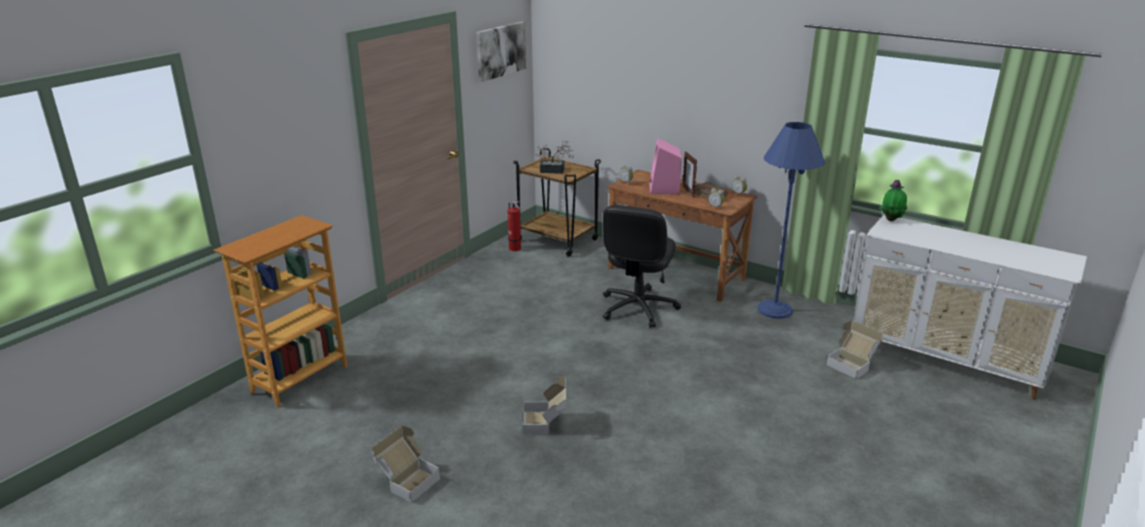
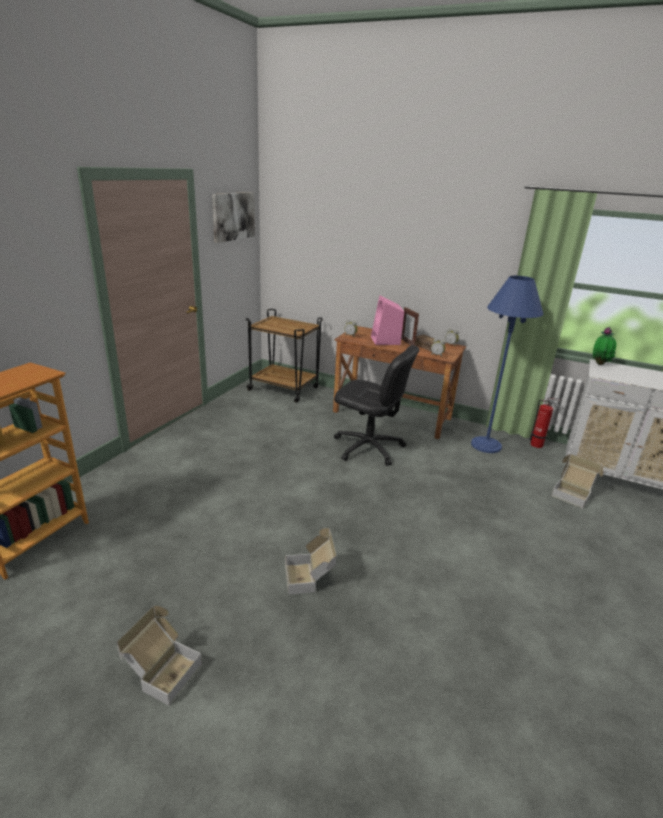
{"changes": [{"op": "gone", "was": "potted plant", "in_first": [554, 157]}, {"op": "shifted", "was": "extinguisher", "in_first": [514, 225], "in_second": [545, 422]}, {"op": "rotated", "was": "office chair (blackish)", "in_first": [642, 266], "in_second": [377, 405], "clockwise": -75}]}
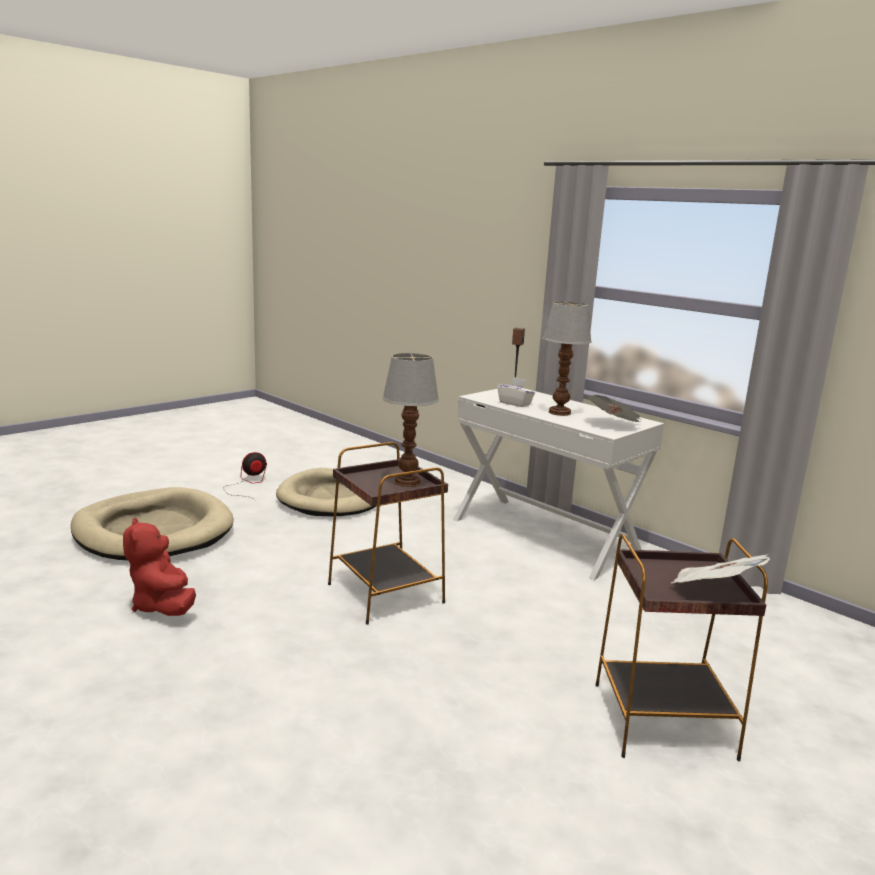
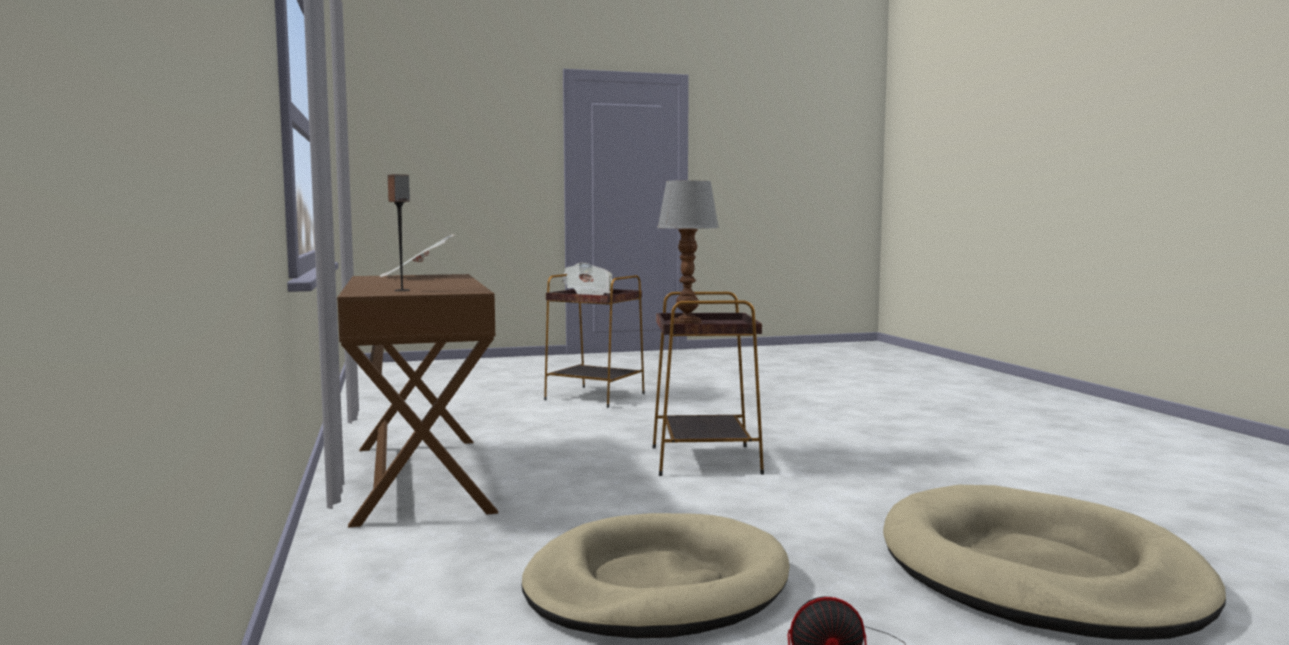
{"changes": [{"op": "gone", "was": "cuddly toy (red)", "in_first": [159, 567]}, {"op": "gone", "was": "tissue holder (white)", "in_first": [516, 392]}, {"op": "gone", "was": "table lamp", "in_first": [567, 358]}, {"op": "repainted", "was": "hall table (white)", "now": "hall table (brown-coloured)", "in_first": [558, 484], "in_second": [417, 401]}]}
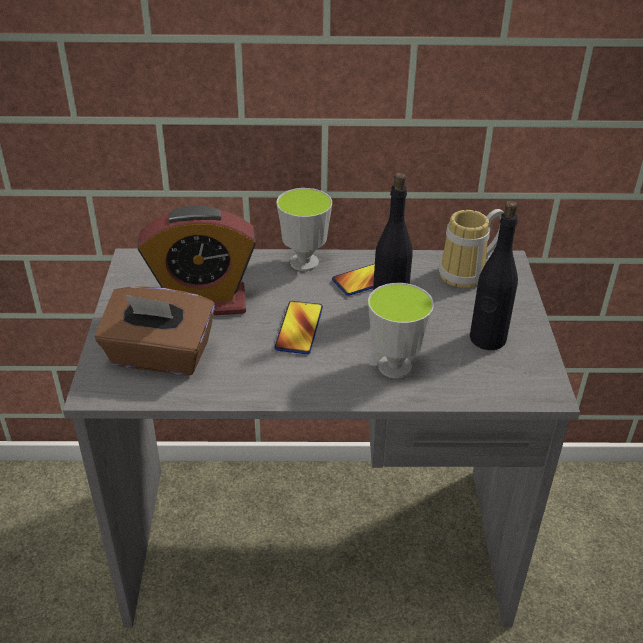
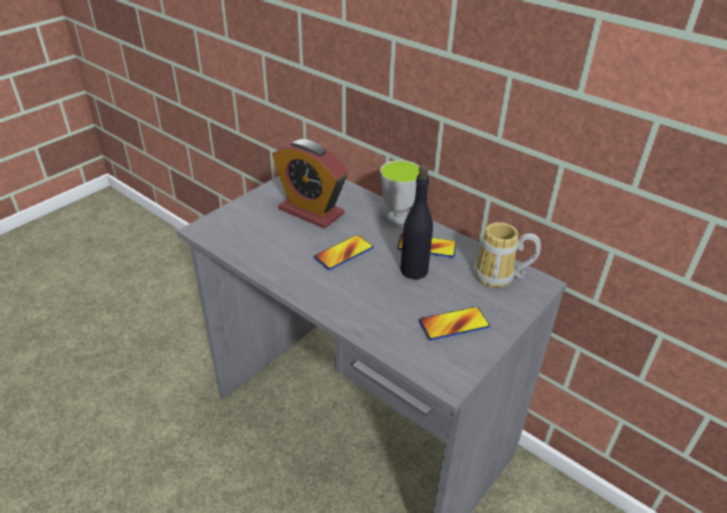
{"changes": [{"op": "gone", "was": "tissue holder (brown-coloured)", "in_first": [155, 330]}, {"op": "gone", "was": "small cup", "in_first": [401, 330]}, {"op": "swapped", "was": "drink bottle (blackish)", "now": "phone", "in_first": [494, 275], "in_second": [454, 323]}]}
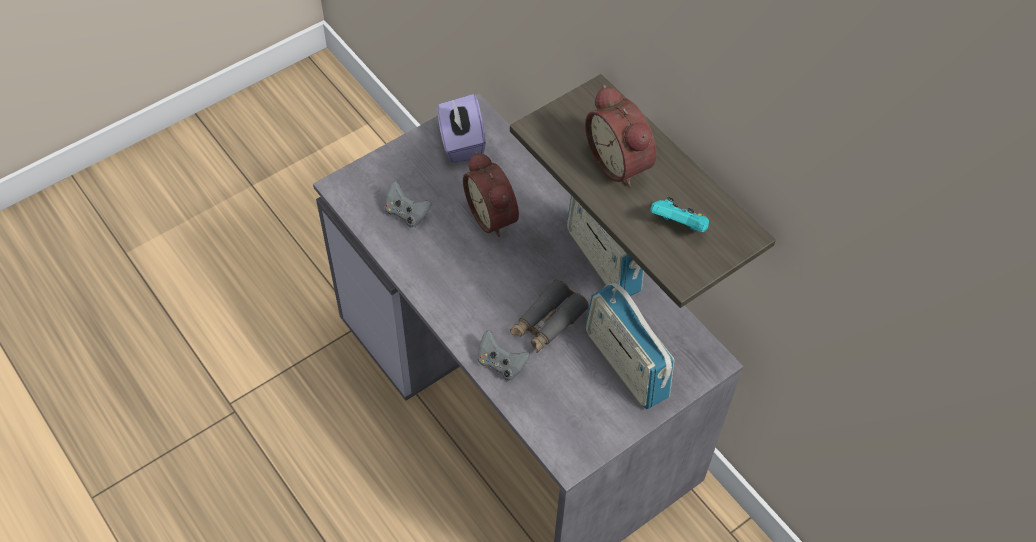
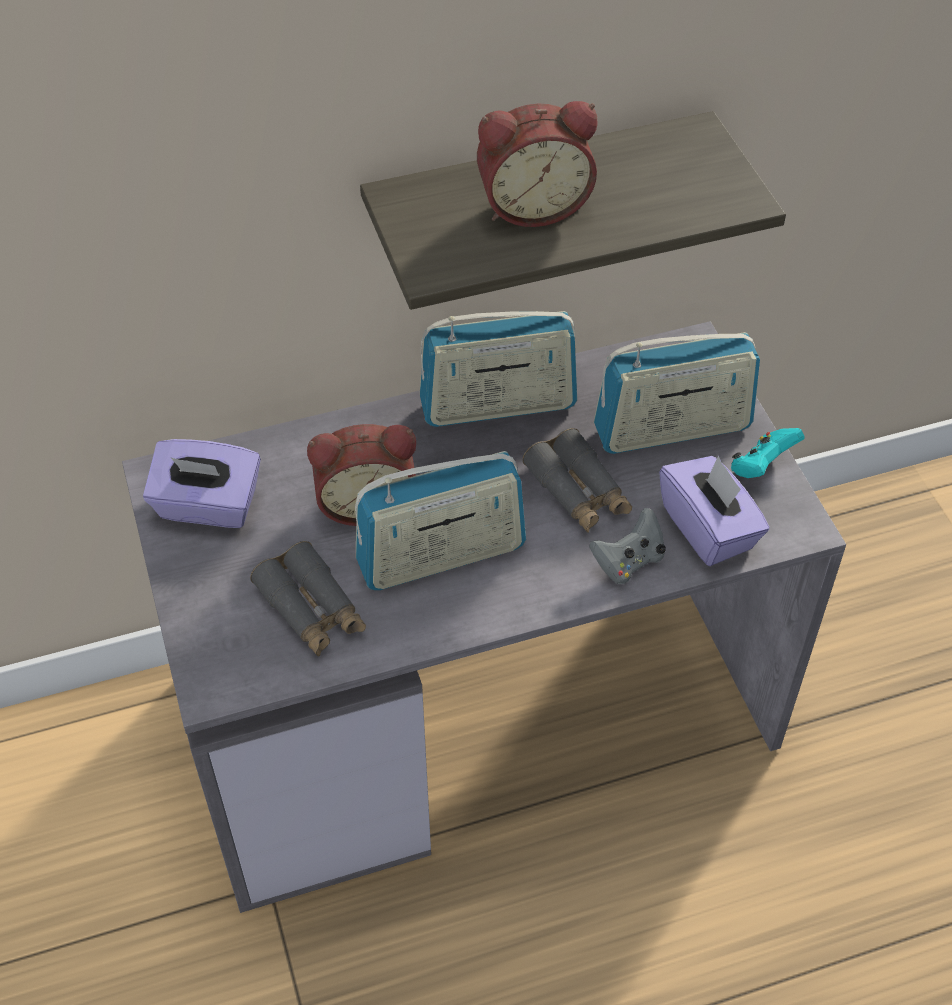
{"changes": [{"op": "new", "now": "radio set", "in_second": [440, 520]}, {"op": "new", "now": "tissue holder (purple-coloured)", "in_second": [714, 511]}, {"op": "shifted", "was": "game controller (turquoise)", "in_first": [679, 215], "in_second": [768, 453]}, {"op": "swapped", "was": "game controller (grey)", "now": "field glasses (grey)", "in_first": [408, 204], "in_second": [308, 598]}]}
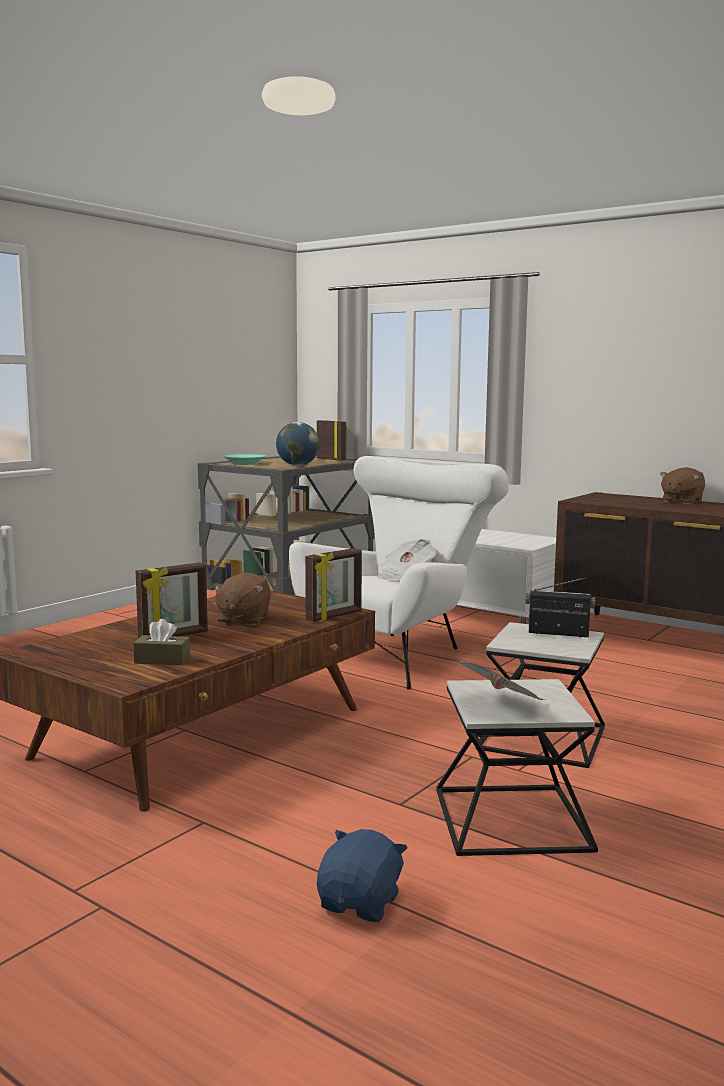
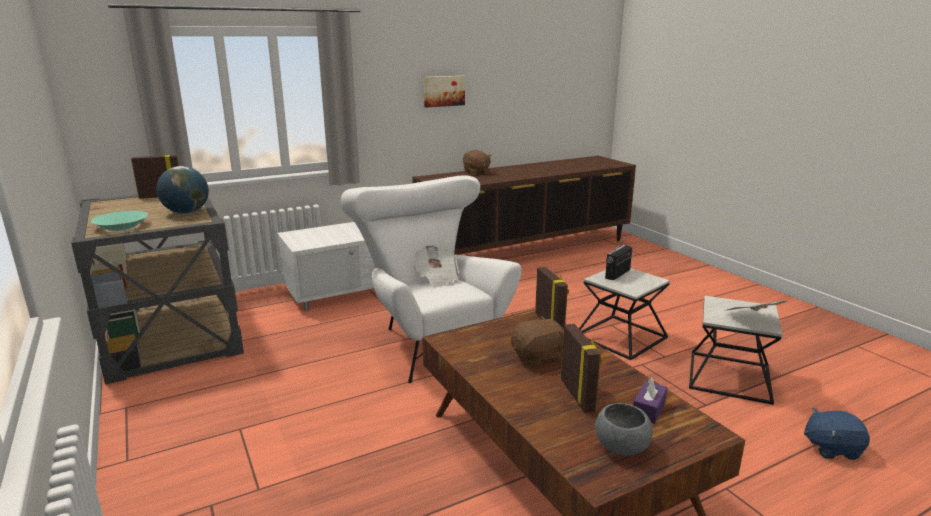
{"changes": [{"op": "new", "now": "wall art", "in_second": [444, 91]}, {"op": "new", "now": "deep dish (grey)", "in_second": [624, 429]}, {"op": "repainted", "was": "tissue holder (brown-coloured)", "now": "tissue holder (purple-coloured)", "in_first": [161, 642], "in_second": [650, 400]}, {"op": "rotated", "was": "cuddly toy (brown-coloured)", "in_first": [241, 599], "in_second": [537, 342], "clockwise": -60}, {"op": "rotated", "was": "cuddly toy (bluish)", "in_first": [362, 875], "in_second": [837, 434], "clockwise": -45}]}
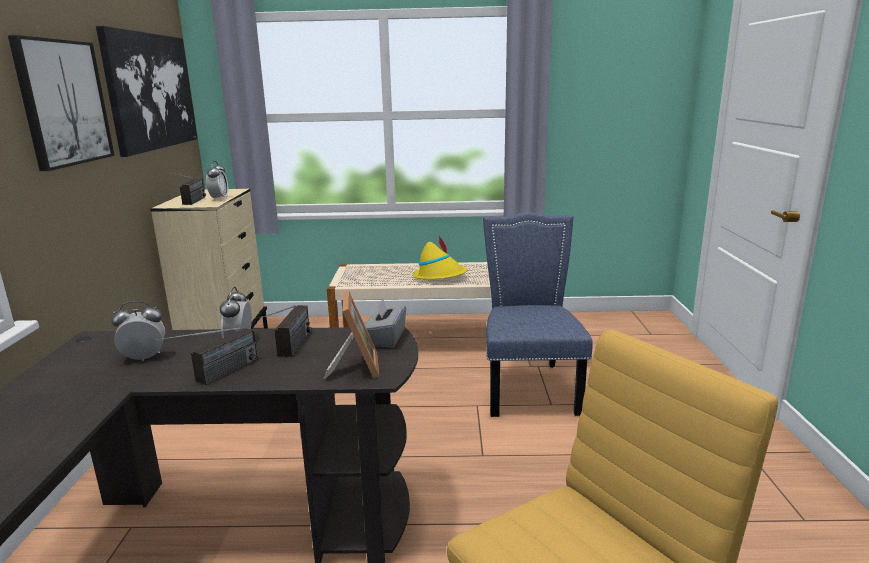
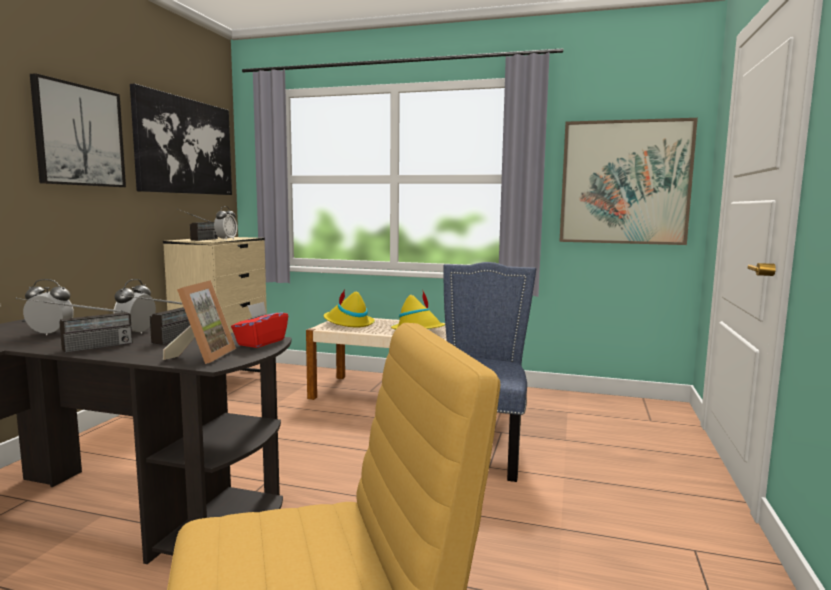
{"changes": [{"op": "new", "now": "wearable hat (yellowish)", "in_second": [349, 308]}, {"op": "new", "now": "wall art", "in_second": [628, 181]}, {"op": "repainted", "was": "tissue holder (grey)", "now": "tissue holder (red)", "in_first": [385, 323], "in_second": [259, 325]}]}
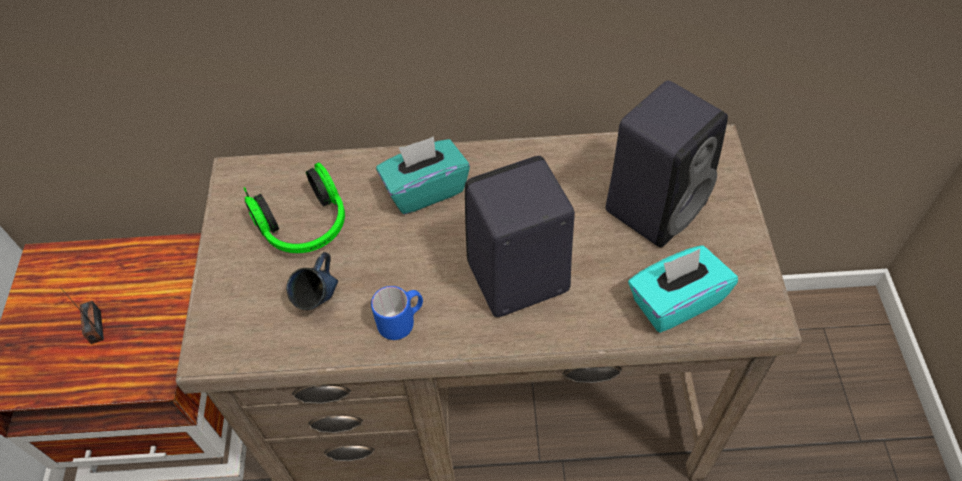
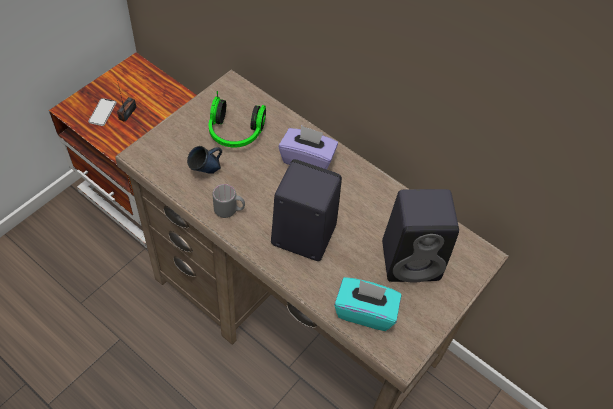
{"changes": [{"op": "new", "now": "phone", "in_second": [102, 112]}, {"op": "repainted", "was": "tea mug (bluish)", "now": "tea mug (grey)", "in_first": [397, 313], "in_second": [228, 201]}, {"op": "repainted", "was": "tissue holder (turquoise)", "now": "tissue holder (purple-coloured)", "in_first": [423, 175], "in_second": [308, 147]}]}
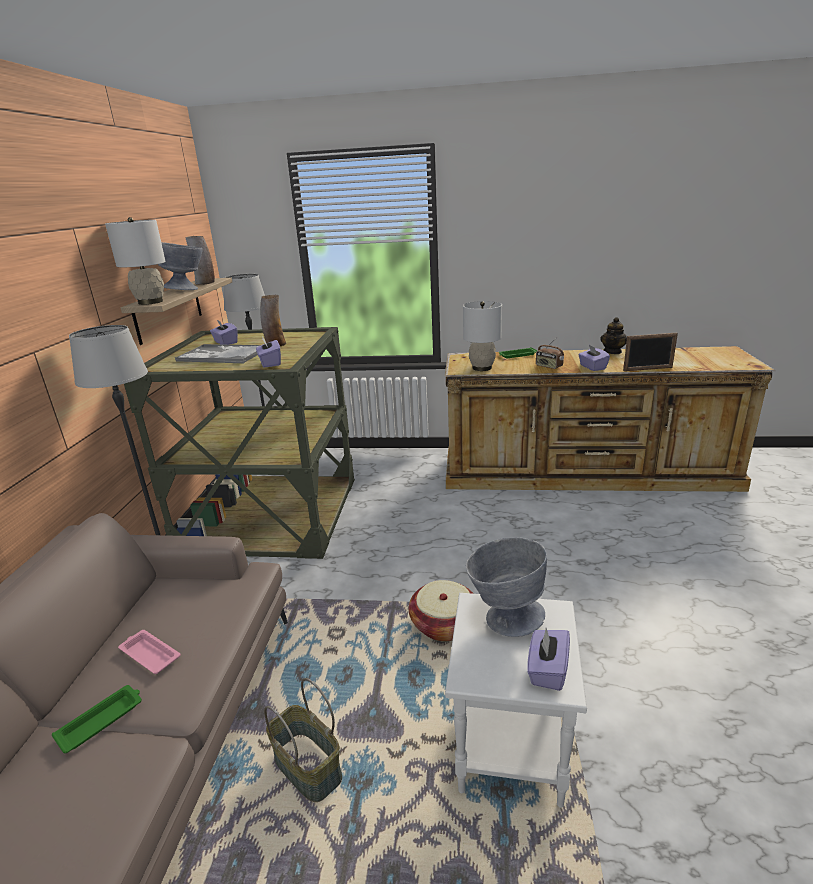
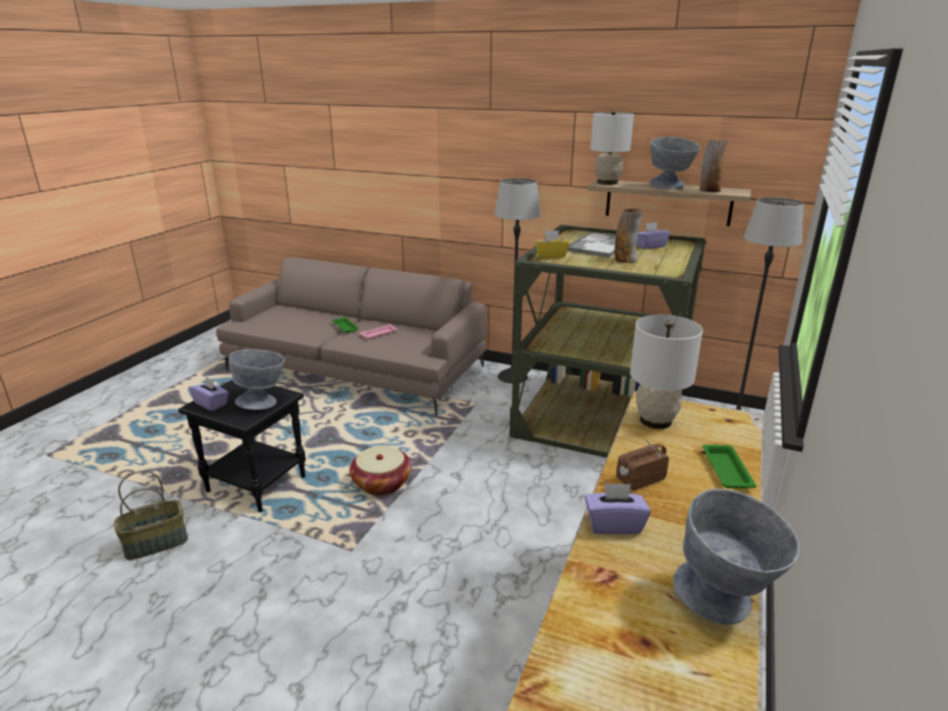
{"changes": [{"op": "gone", "was": "picture frame", "in_first": [650, 352]}, {"op": "shifted", "was": "basket", "in_first": [303, 740], "in_second": [151, 515]}, {"op": "swapped", "was": "tea pot", "now": "deep dish (grey)", "in_first": [613, 335], "in_second": [736, 557]}, {"op": "repainted", "was": "tissue holder (purple-coloured)", "now": "tissue holder (yellowish)", "in_first": [268, 352], "in_second": [552, 244]}, {"op": "repainted", "was": "side table (white)", "now": "side table (blackish)", "in_first": [516, 700], "in_second": [242, 446]}]}
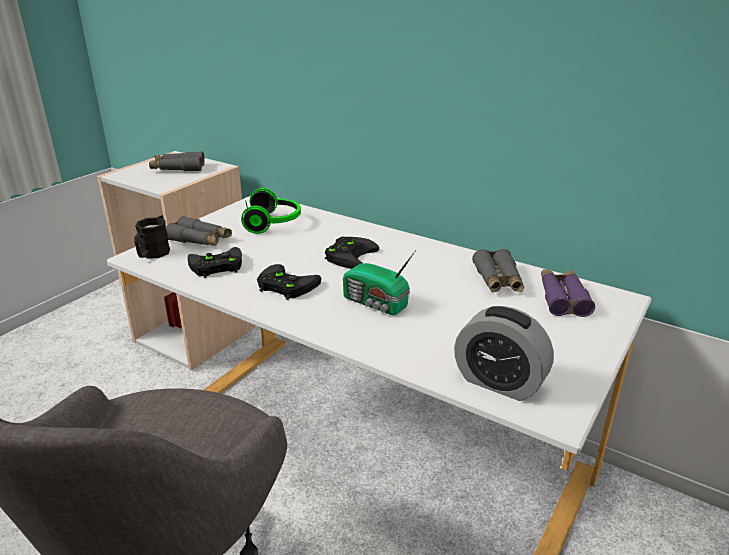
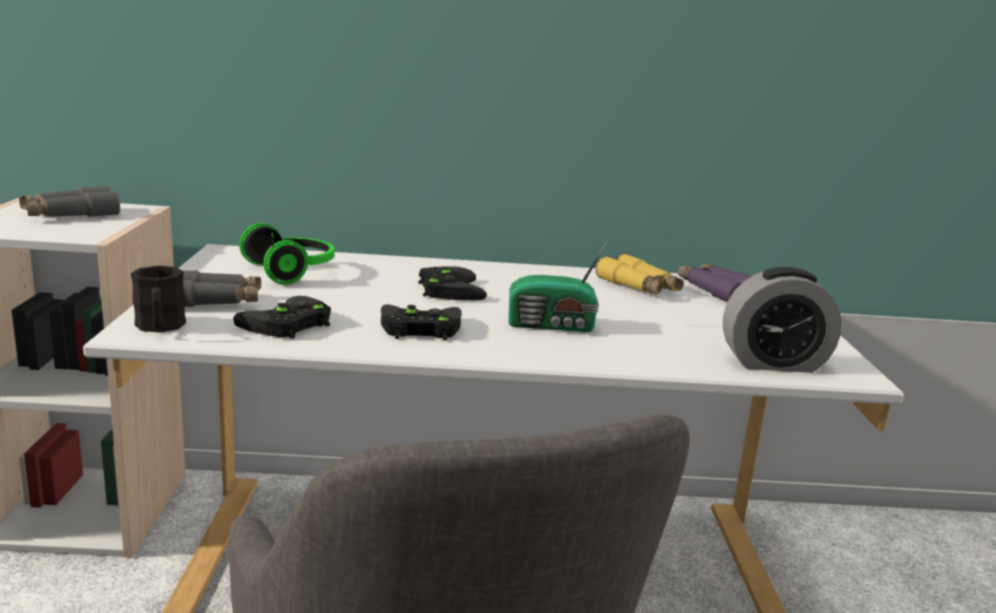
{"changes": [{"op": "repainted", "was": "field glasses (grey)", "now": "field glasses (yellowish)", "in_first": [498, 270], "in_second": [640, 274]}]}
